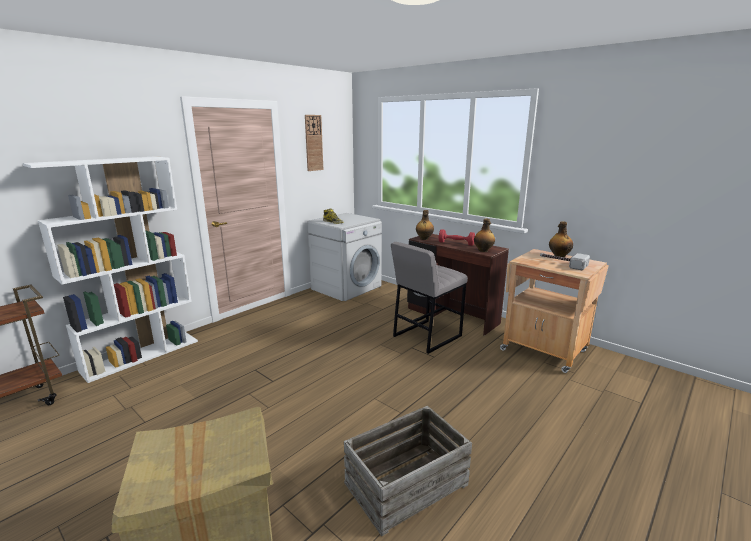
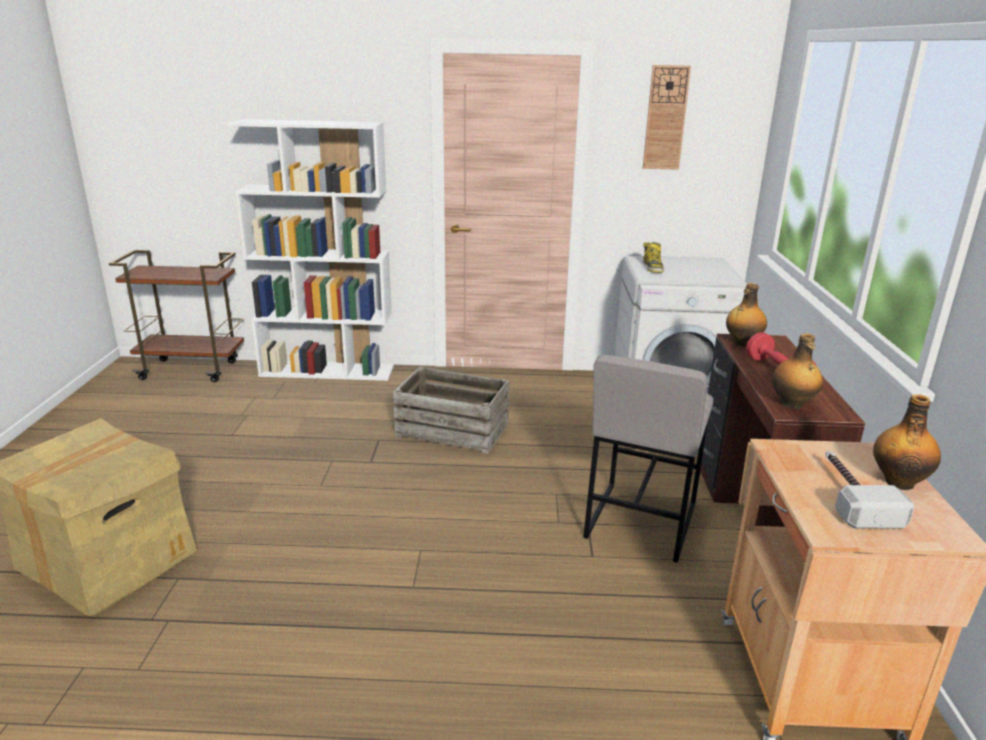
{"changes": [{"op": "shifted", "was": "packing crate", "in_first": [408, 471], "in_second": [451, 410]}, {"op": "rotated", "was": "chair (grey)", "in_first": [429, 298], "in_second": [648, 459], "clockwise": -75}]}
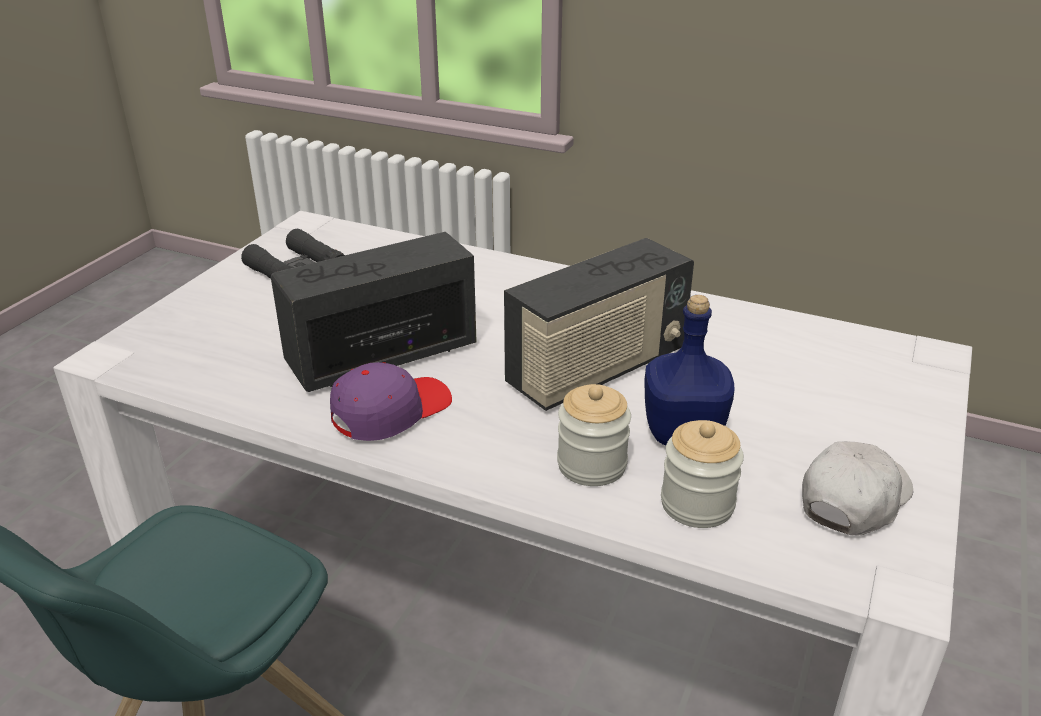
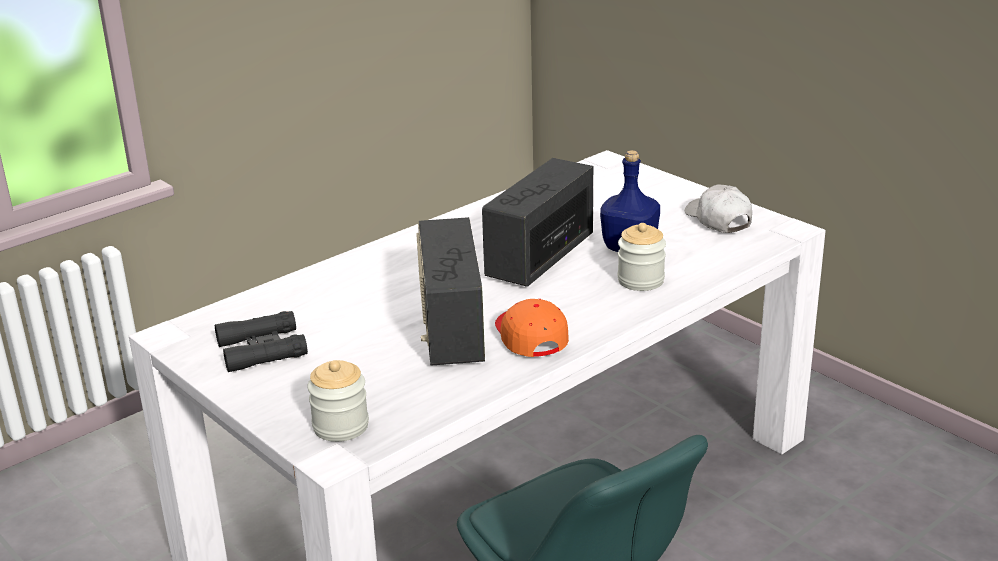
{"changes": [{"op": "shifted", "was": "preserve jar", "in_first": [702, 474], "in_second": [338, 401]}, {"op": "repainted", "was": "baseball cap (purple-coloured)", "now": "baseball cap (orange)", "in_first": [391, 401], "in_second": [532, 328]}, {"op": "rotated", "was": "radio set", "in_first": [599, 324], "in_second": [537, 222], "clockwise": -135}]}
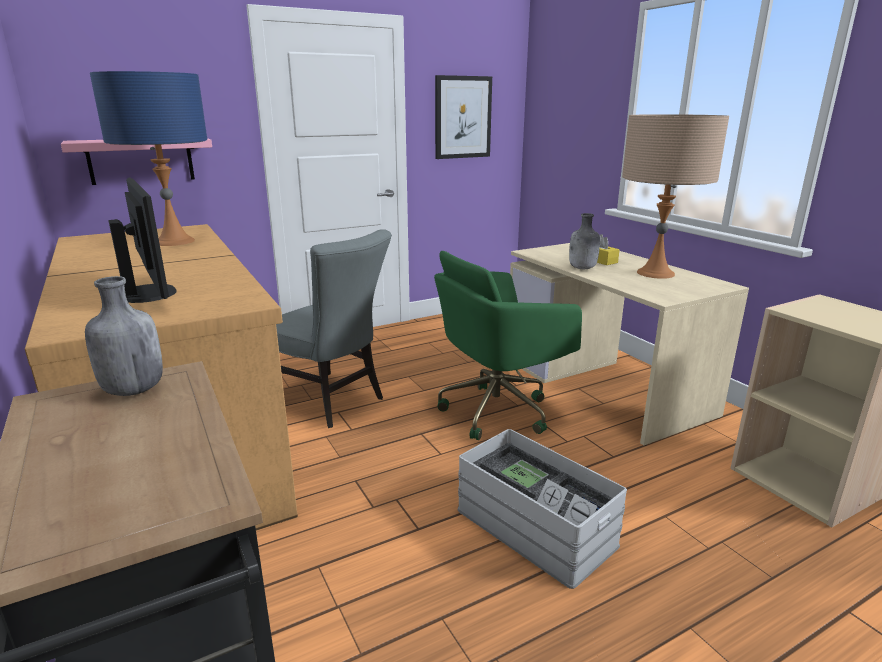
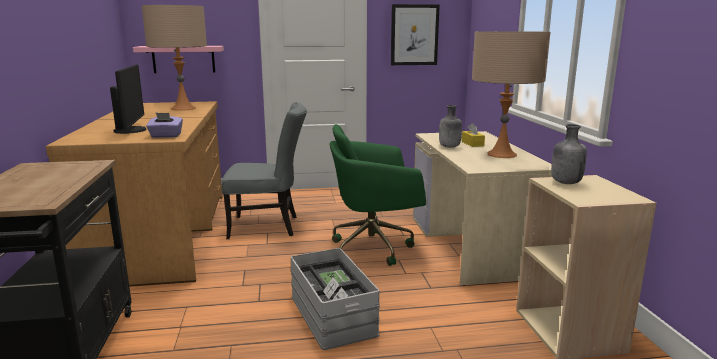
{"changes": [{"op": "new", "now": "tissue holder (purple-coloured)", "in_second": [164, 125]}, {"op": "shifted", "was": "drink bottle (grey)", "in_first": [124, 336], "in_second": [569, 154]}, {"op": "repainted", "was": "table lamp (bluish)", "now": "table lamp (sand-coloured)", "in_first": [148, 158], "in_second": [174, 58]}, {"op": "rotated", "was": "chair (grey)", "in_first": [334, 328], "in_second": [264, 170], "clockwise": -60}]}
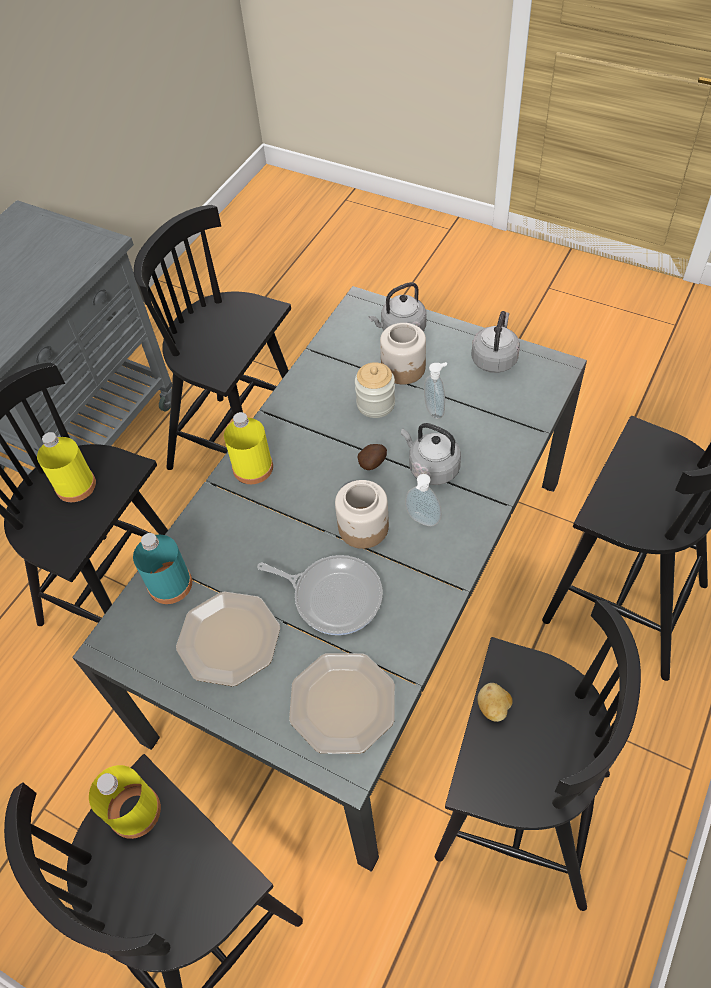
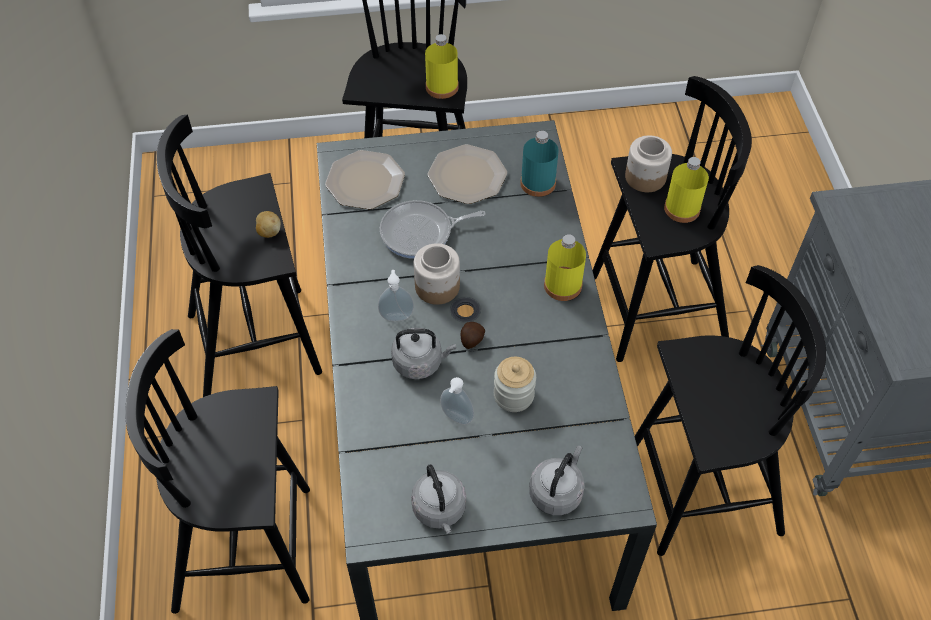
{"changes": [{"op": "shifted", "was": "preserve jar", "in_first": [403, 353], "in_second": [648, 163]}]}
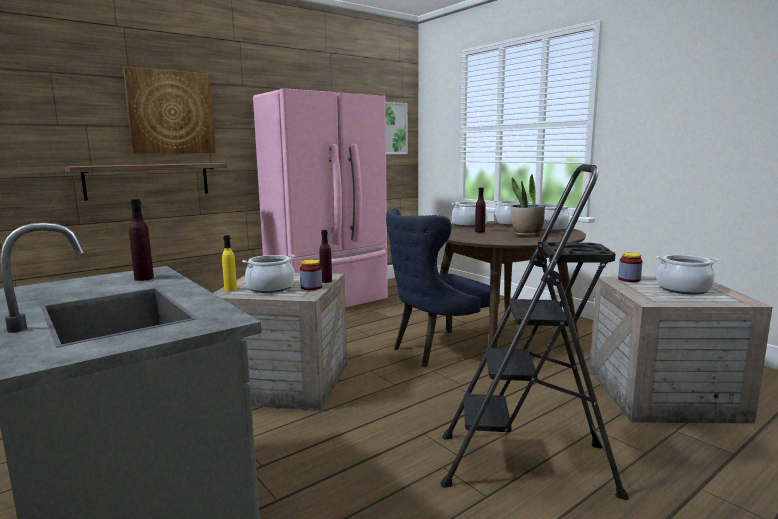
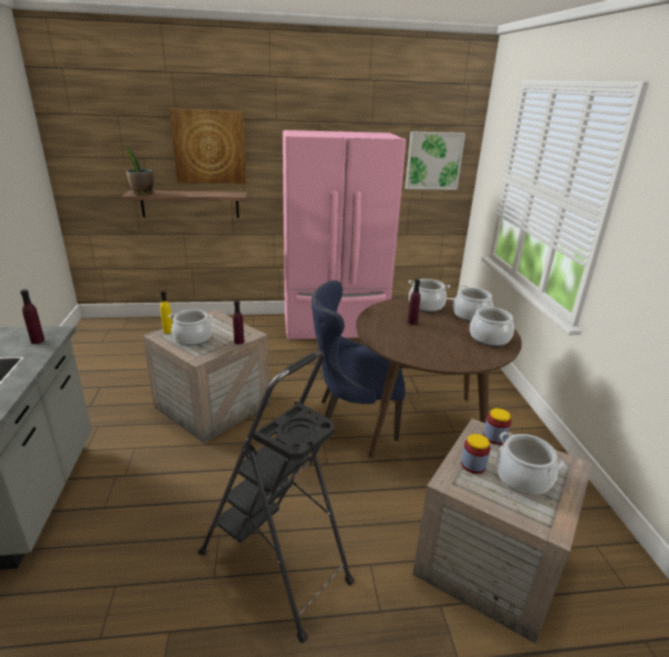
{"changes": [{"op": "shifted", "was": "preserve jar", "in_first": [311, 275], "in_second": [475, 454]}, {"op": "shifted", "was": "potted plant", "in_first": [528, 205], "in_second": [139, 170]}]}
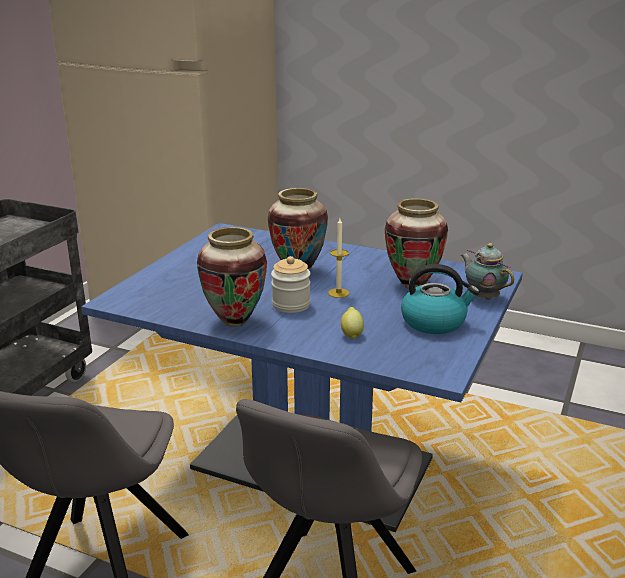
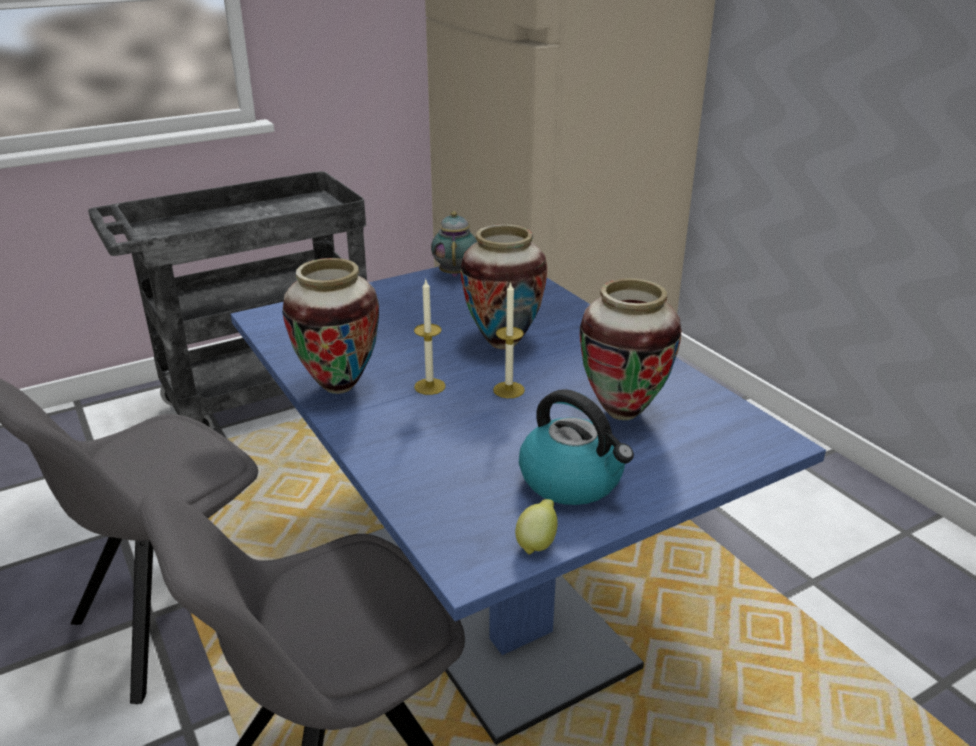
{"changes": [{"op": "shifted", "was": "citrus fruit", "in_first": [352, 323], "in_second": [536, 527]}, {"op": "shifted", "was": "tea pot", "in_first": [487, 271], "in_second": [454, 244]}, {"op": "swapped", "was": "preserve jar", "now": "wax candle", "in_first": [290, 284], "in_second": [430, 337]}]}
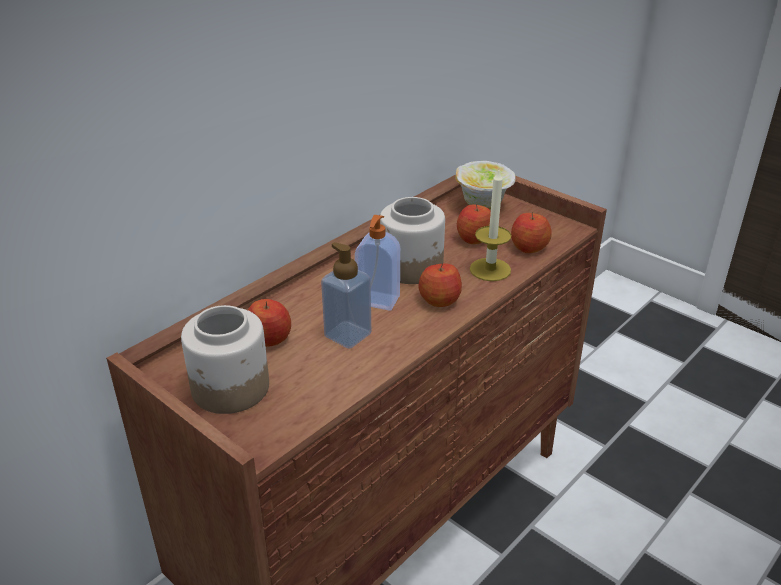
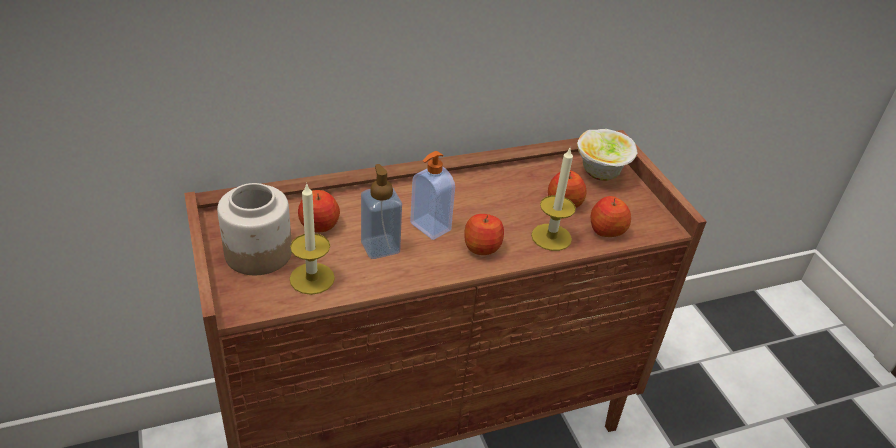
{"changes": [{"op": "gone", "was": "preserve jar", "in_first": [412, 240]}, {"op": "new", "now": "wax candle", "in_second": [312, 238]}]}
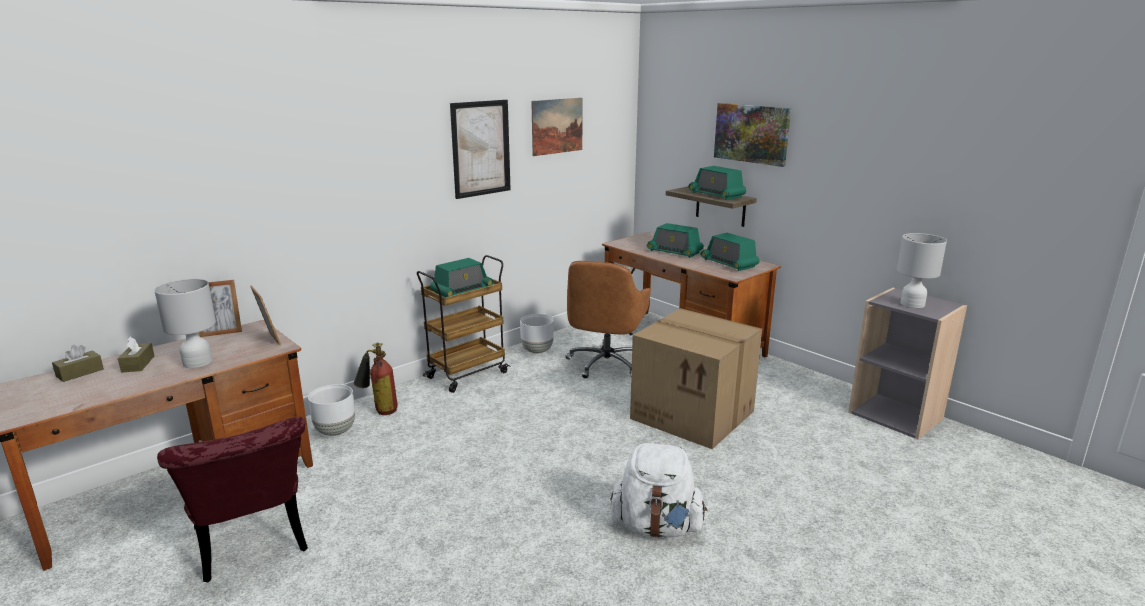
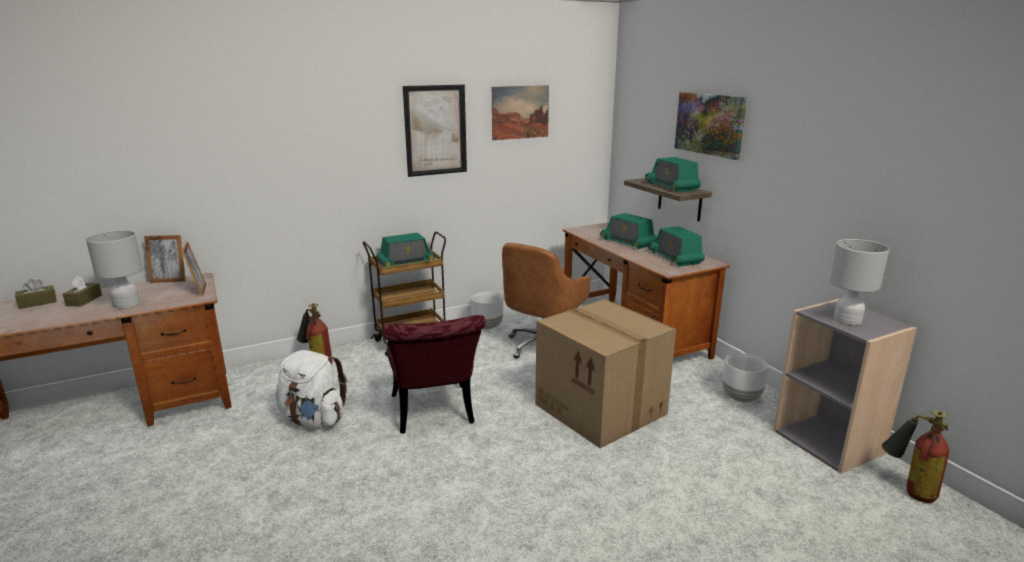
{"changes": [{"op": "new", "now": "extinguisher", "in_second": [915, 456]}, {"op": "shifted", "was": "chair (red)", "in_first": [232, 499], "in_second": [434, 374]}, {"op": "shifted", "was": "flower pot (white)", "in_first": [331, 410], "in_second": [745, 377]}, {"op": "shifted", "was": "rucksack (white)", "in_first": [658, 490], "in_second": [311, 389]}]}
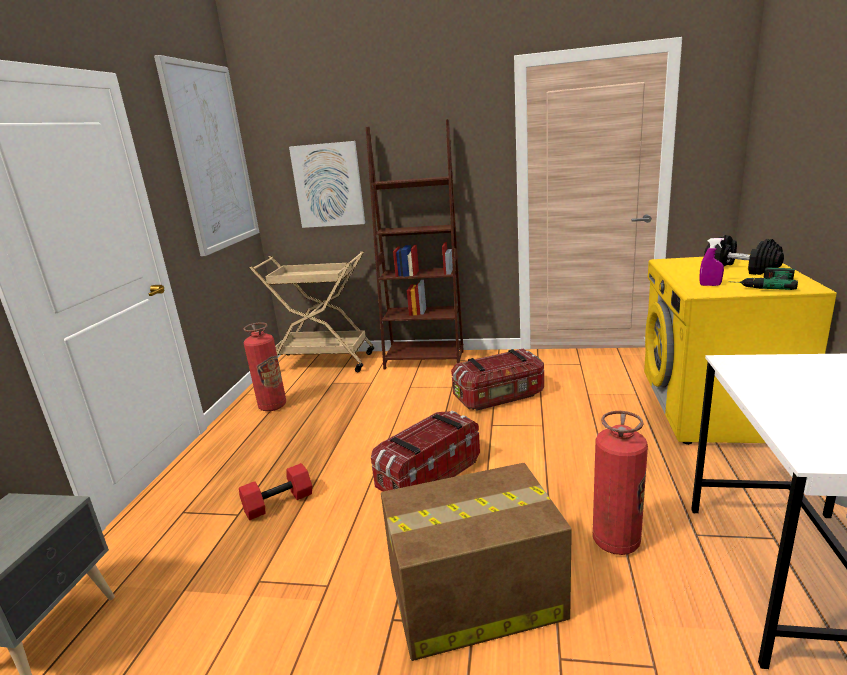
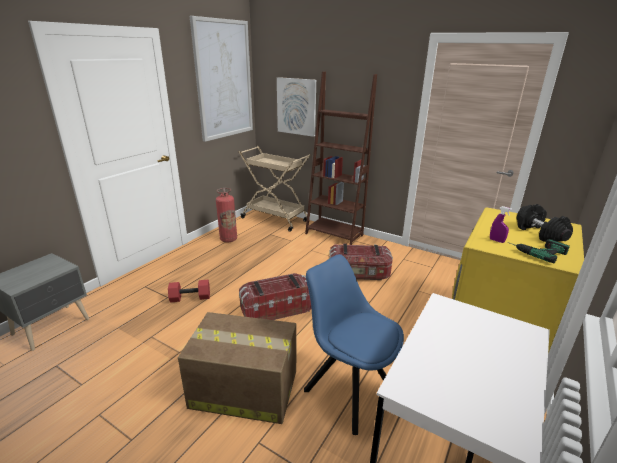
{"changes": [{"op": "swapped", "was": "extinguisher", "now": "chair (bluish)", "in_first": [620, 483], "in_second": [354, 344]}]}
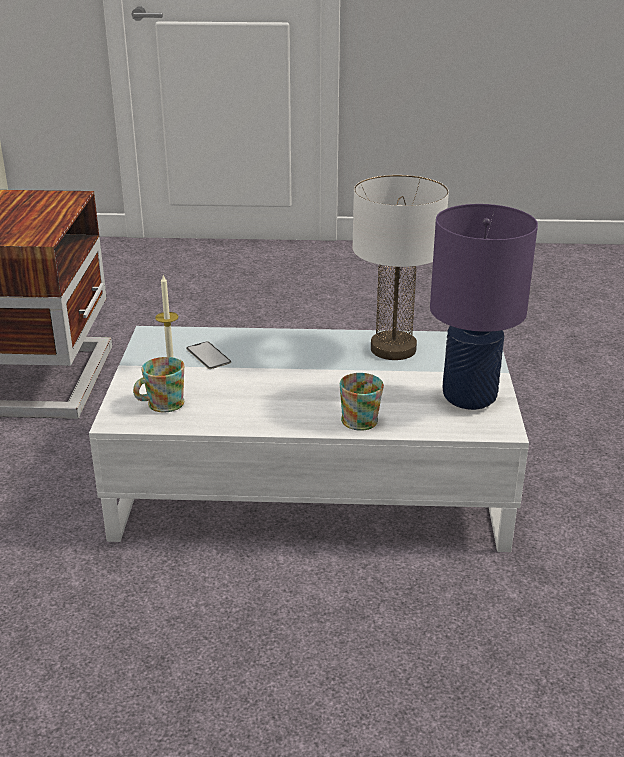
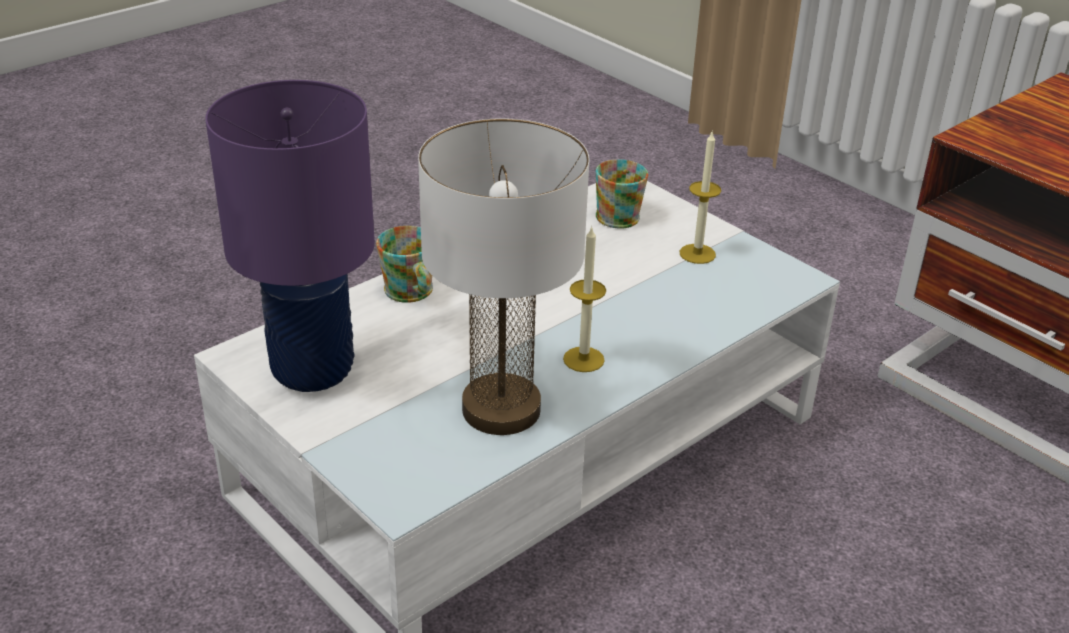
{"changes": [{"op": "gone", "was": "phone", "in_first": [208, 355]}, {"op": "new", "now": "wax candle", "in_second": [584, 299]}]}
